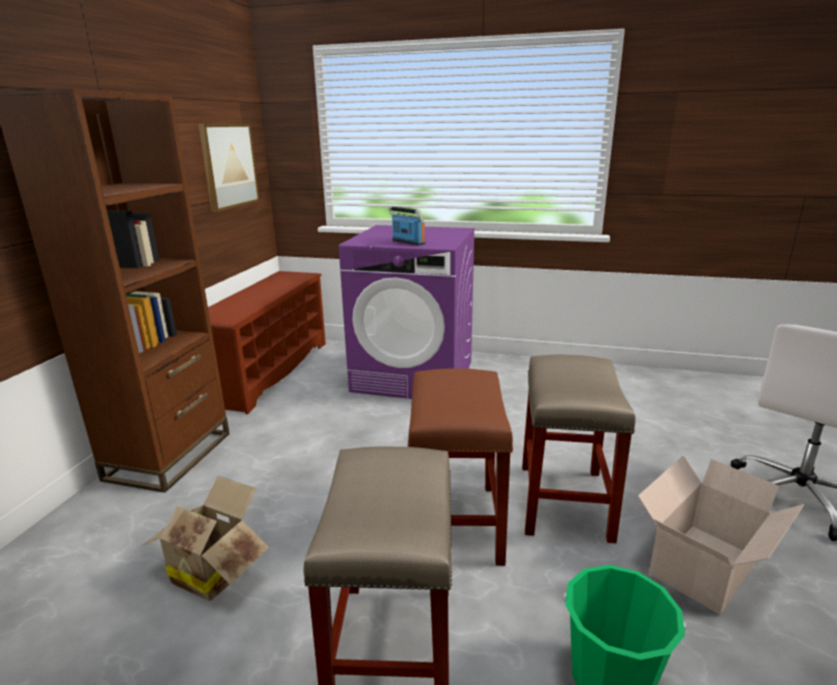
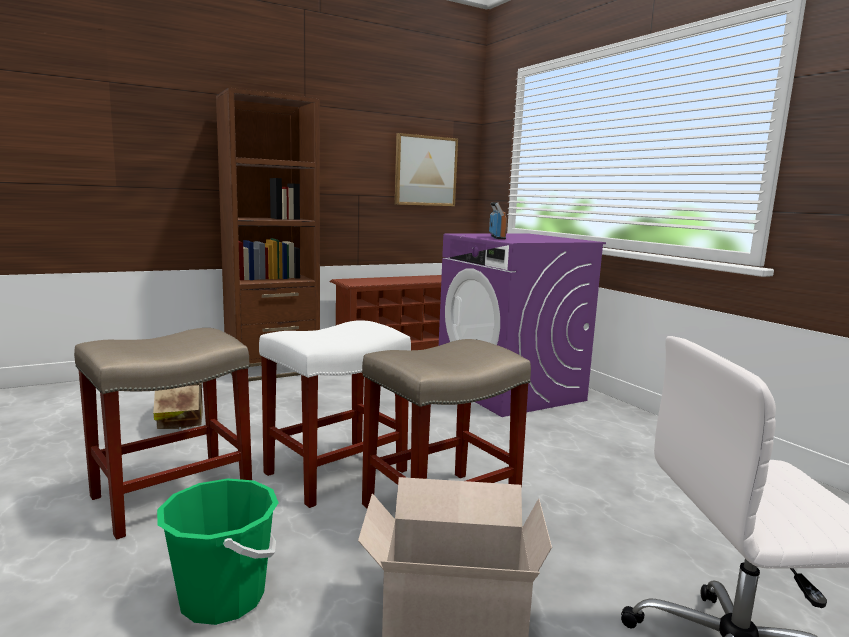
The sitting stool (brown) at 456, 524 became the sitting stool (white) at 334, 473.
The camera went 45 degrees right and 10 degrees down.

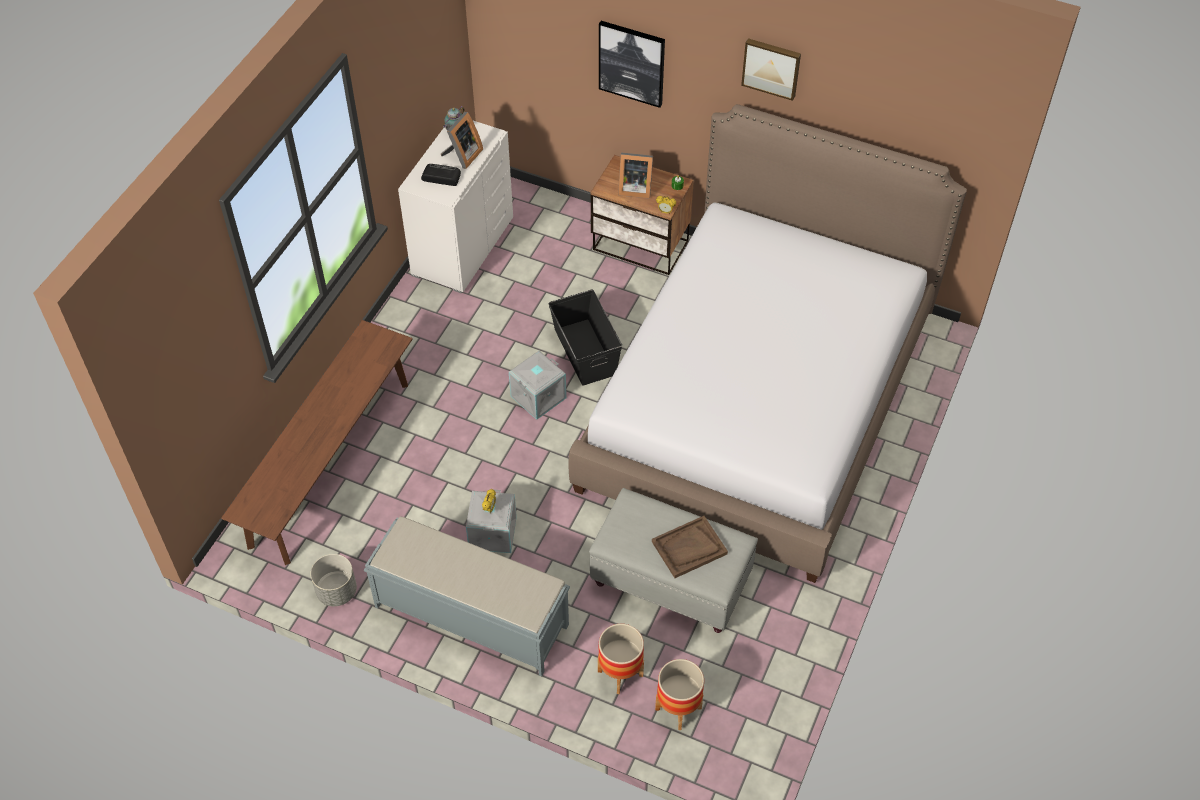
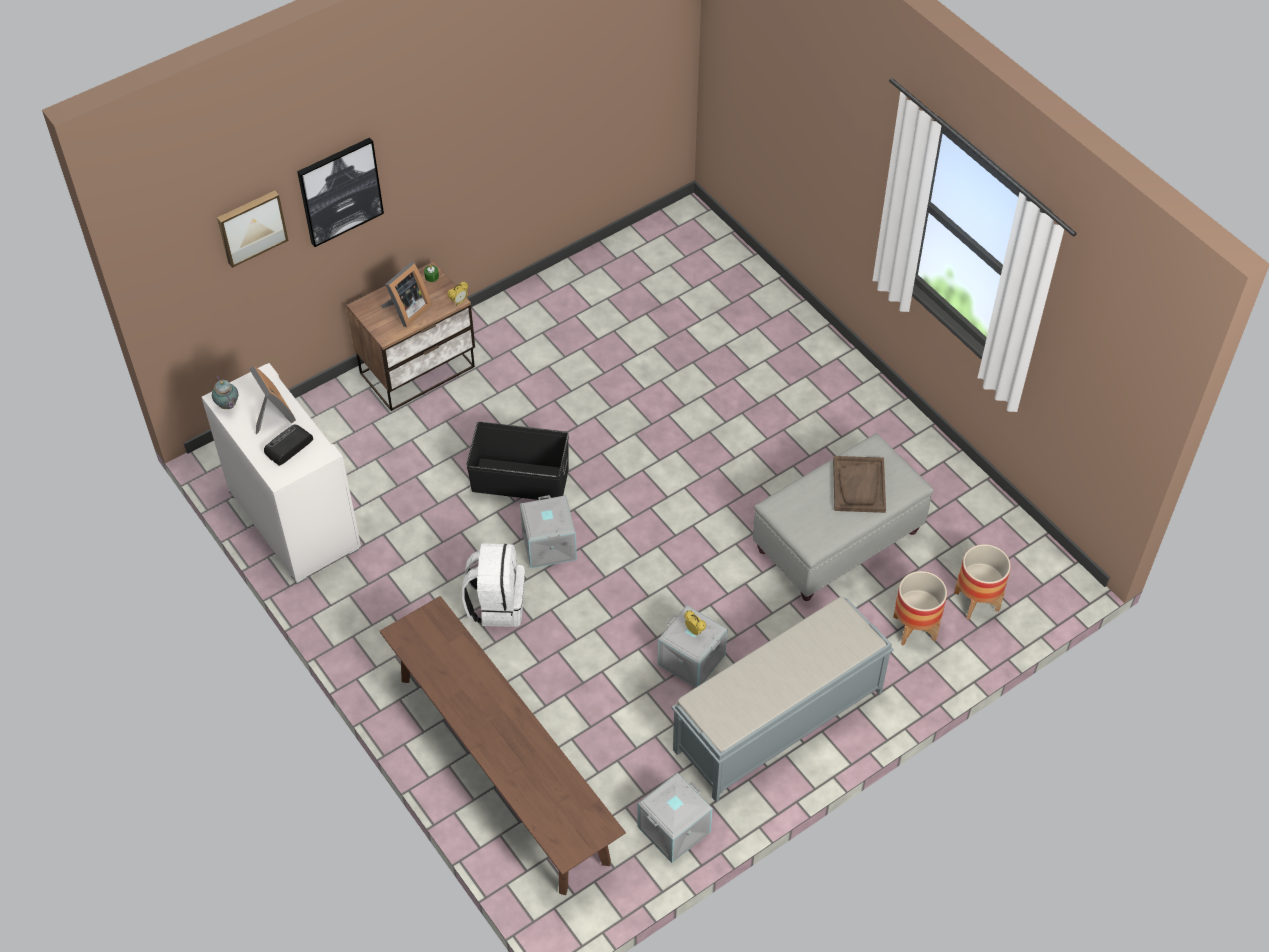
The planter (greyish) at 336, 591 was replaced by the storage bin (greyish) at 674, 830.
The bed at 757, 402 disappeared.
The wall art moved from 771, 67 to 251, 226.
The knapsack (white) at 496, 604 appeared.
The camera went 60 degrees left and 0 degrees up.

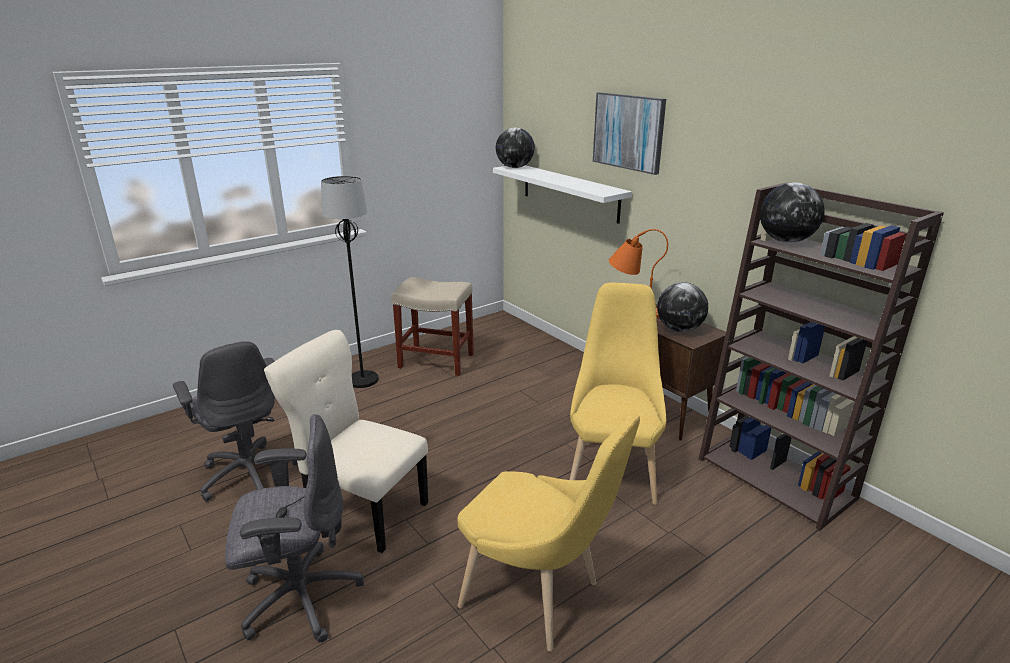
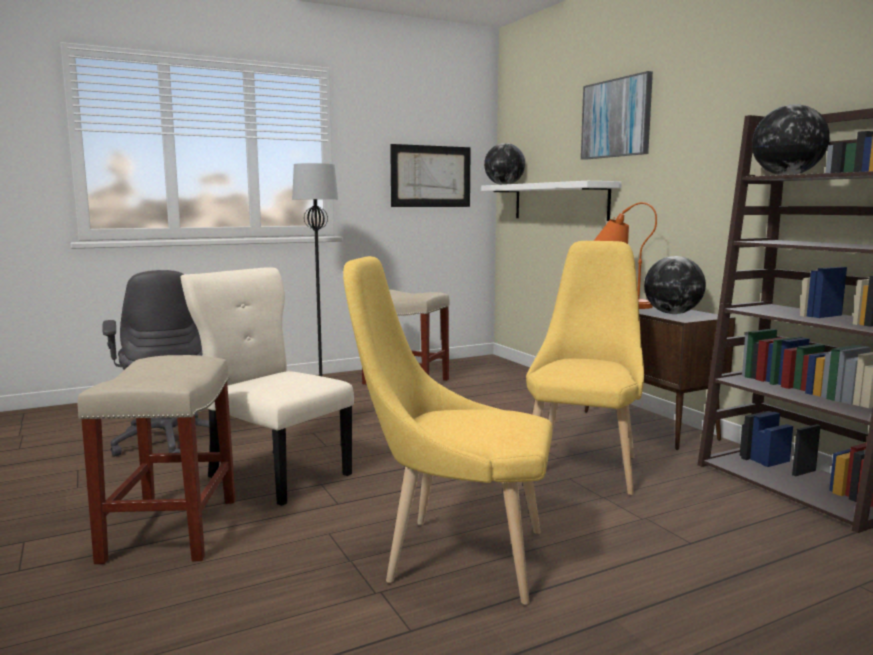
The desk chair (greyish) at 299, 597 was replaced by the sitting stool (sand-coloured) at 171, 530.
The chair (yellowish) at 538, 598 turned 150 degrees clockwise.
The wall art at 431, 176 appeared.
The camera went 10 degrees right and 15 degrees down.

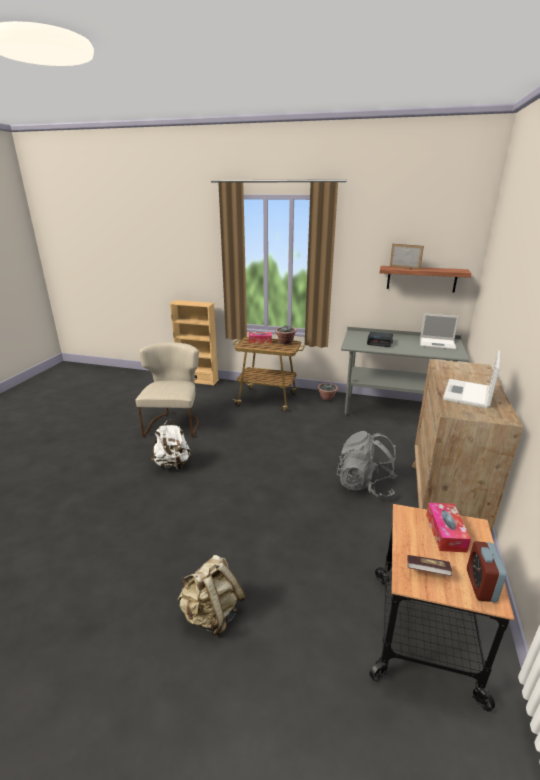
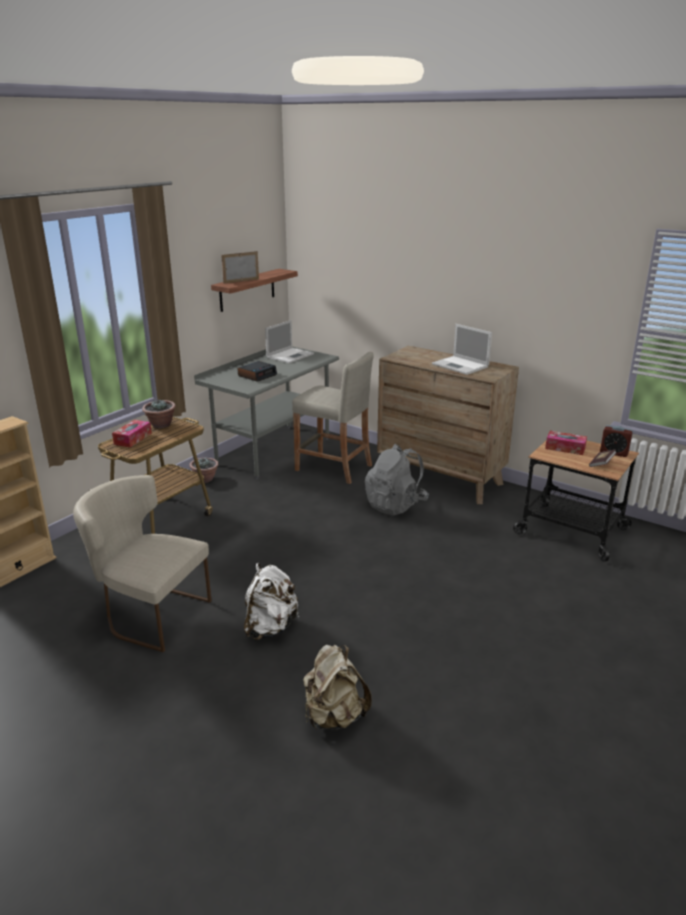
The knapsack (sand-coloured) moved from 212, 614 to 334, 716.
The sitting stool (sand-coloured) at 333, 468 appeared.
The camera went 70 degrees left and 0 degrees up.

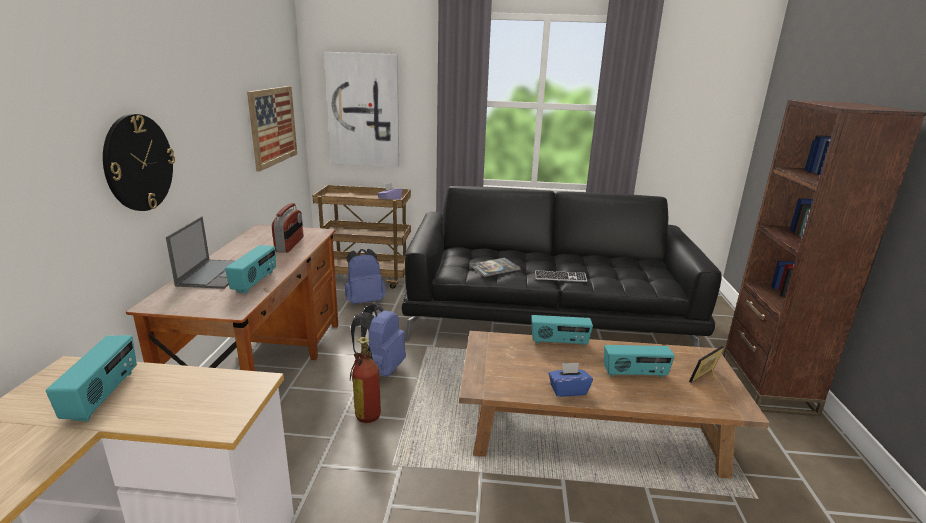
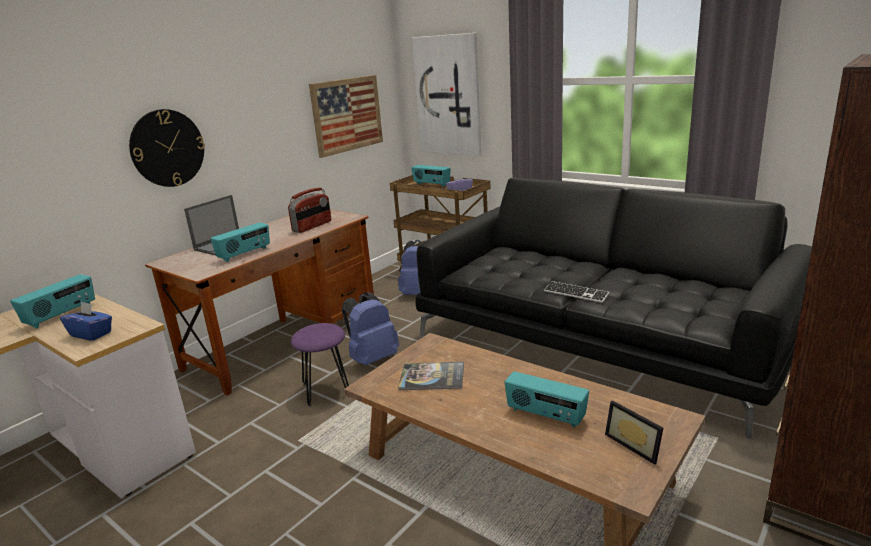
The fire-fighting cylinder at 367, 410 was replaced by the sitting stool (purplish) at 326, 390.
The bound book moved from 494, 268 to 432, 377.
The radio set moved from 559, 343 to 431, 184.
The tissue holder (bluish) moved from 568, 390 to 91, 334.
The picture frame at 708, 378 turned 120 degrees counterclockwise.
The camera went 35 degrees right and 0 degrees up.

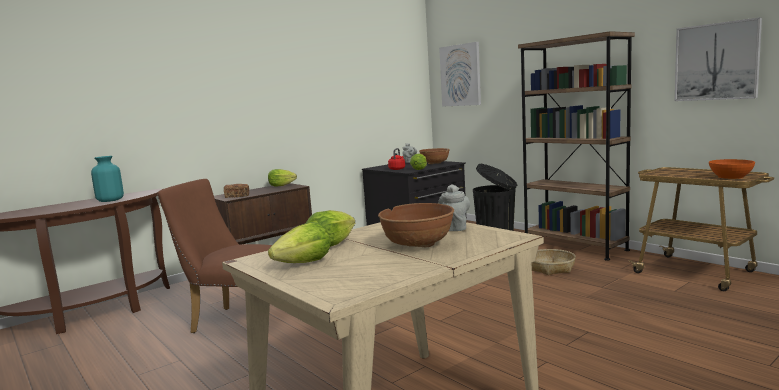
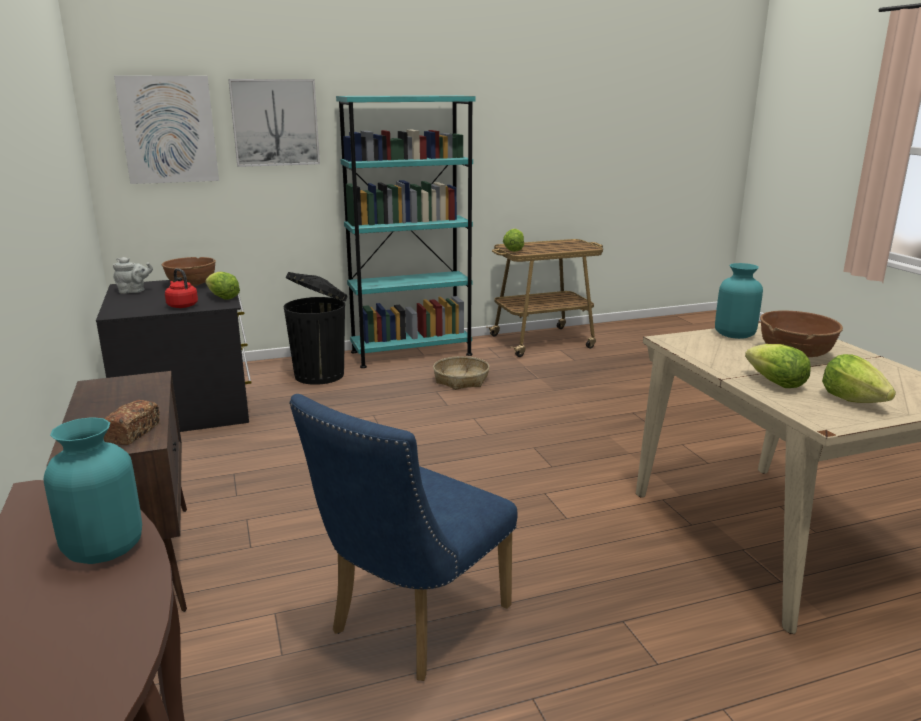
The chair (brown) at 235, 321 became the chair (bluish) at 411, 624.
The head of lettuce moved from 281, 186 to 513, 250.
The tea pot (greyish) at 455, 227 was replaced by the vase (turquoise) at 734, 335.
The bookcase (brown) at 574, 246 became the bookcase (turquoise) at 411, 353.
The wall art moved from 716, 61 to 275, 122.
The bowl (orangey) at 730, 177 disappeared.
The camera went 70 degrees left and 10 degrees up.

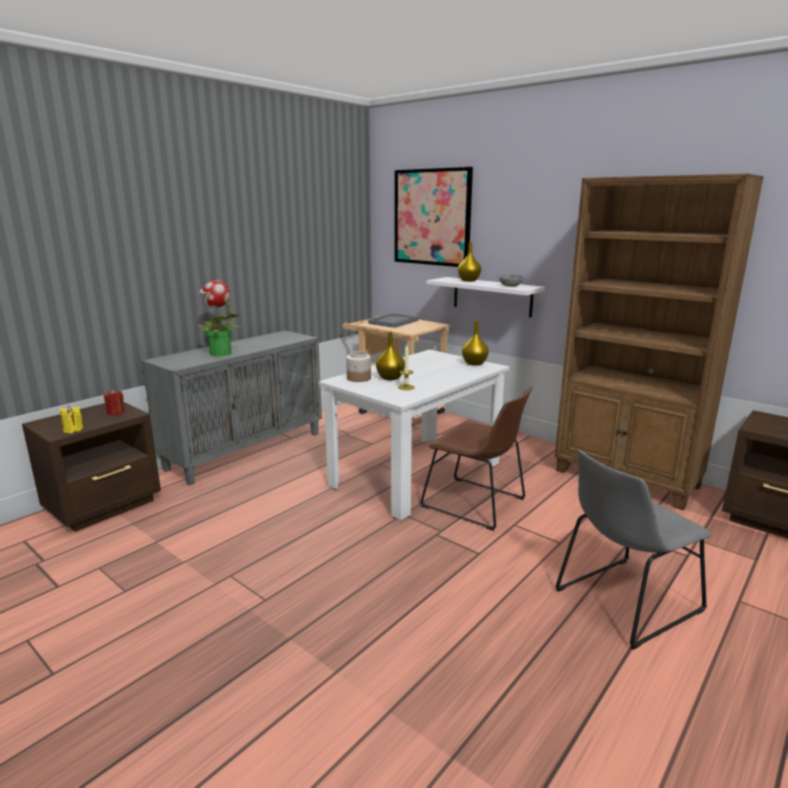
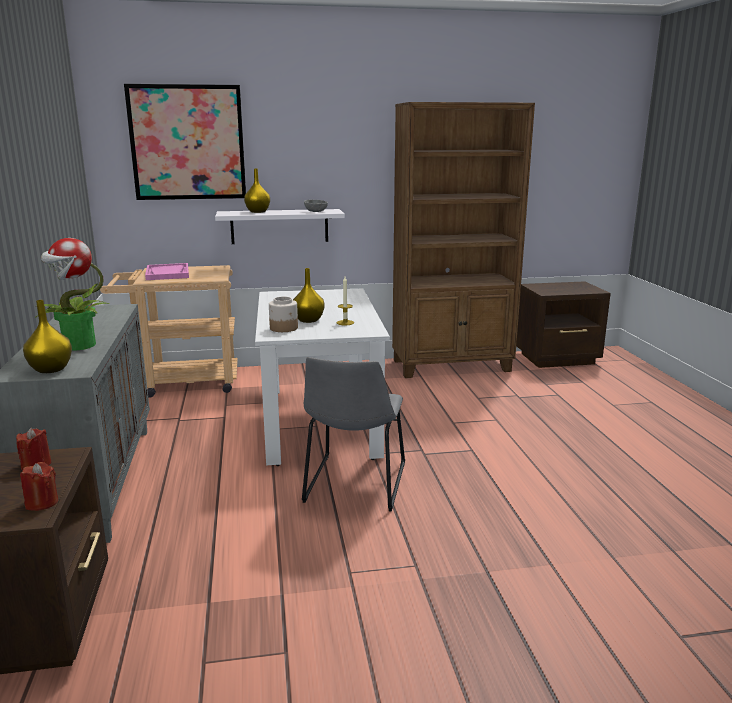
The wax light (yellowish) at 73, 430 became the wax light (red-coloured) at 42, 503.
The tray (greyish) at 393, 322 became the tray (pink) at 168, 273.
The chair (brown) at 477, 504 disappeared.
The vase (yellowish) moved from 475, 363 to 52, 369.
The chair (greyish) moved from 623, 602 to 354, 485.
The camera went 50 degrees left and 0 degrees up.

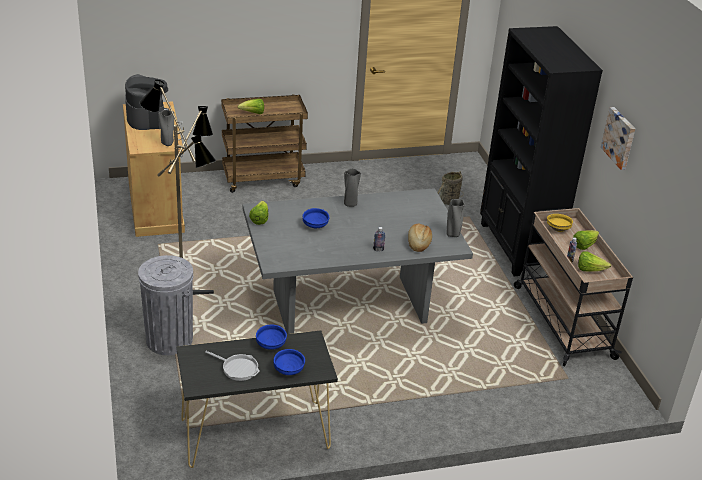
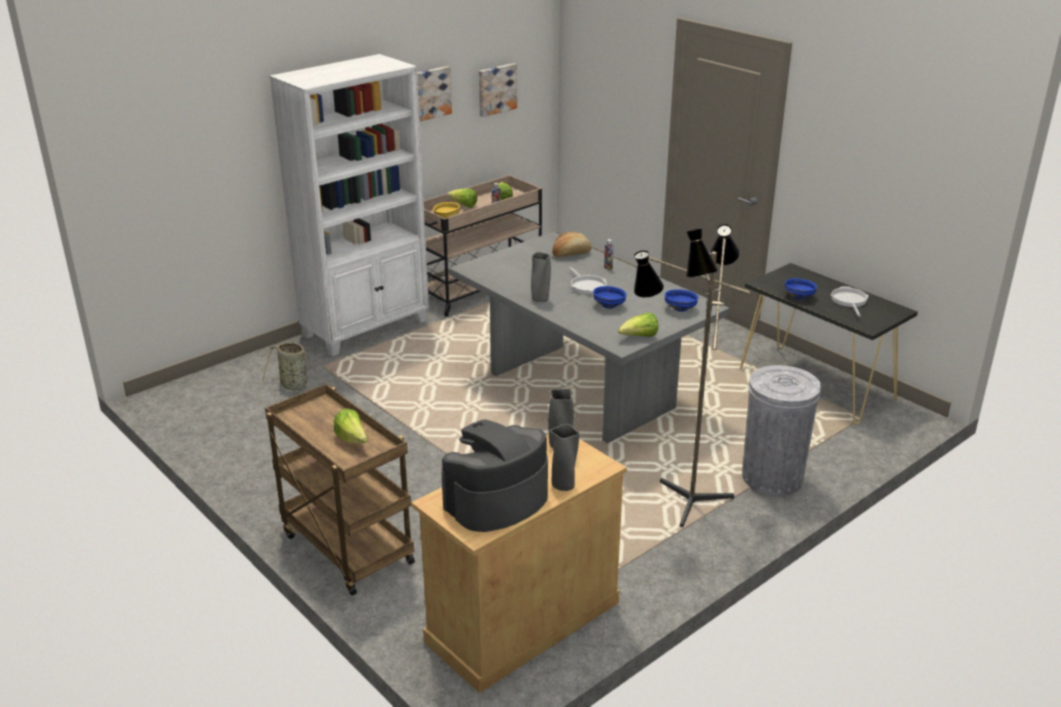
The bowl (bluish) moved from 289, 370 to 680, 308.
The vase (greyish) moved from 452, 235 to 564, 486.
The bookcase (black-coloured) at 517, 247 became the bookcase (white) at 367, 328.
The wall art at 496, 89 appeared.
The skillet at 587, 286 appeared.
The camera went 115 degrees left and 5 degrees down.

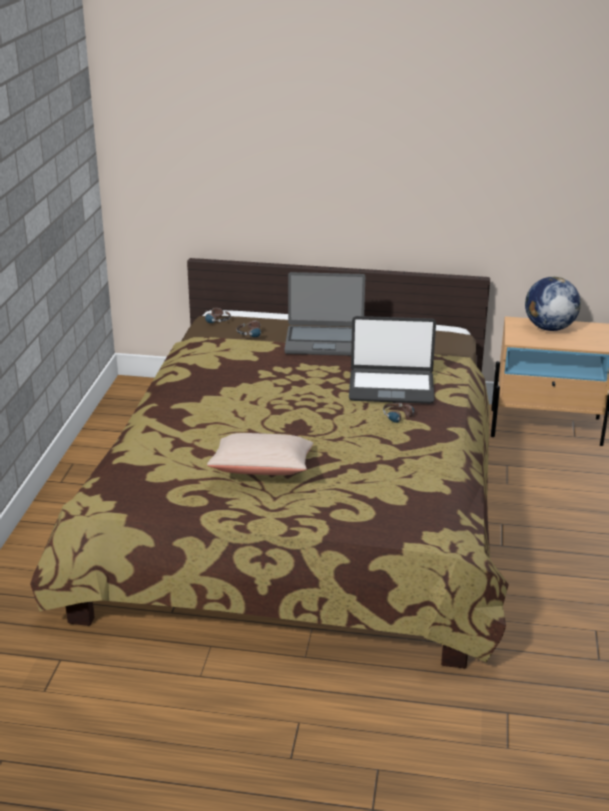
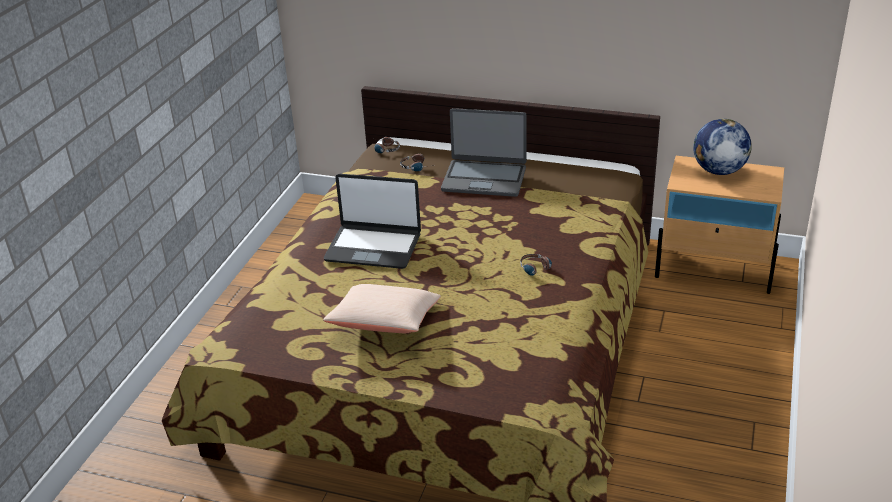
The portable computer moved from 391, 387 to 373, 247.
The camera went 10 degrees right and 5 degrees up.

